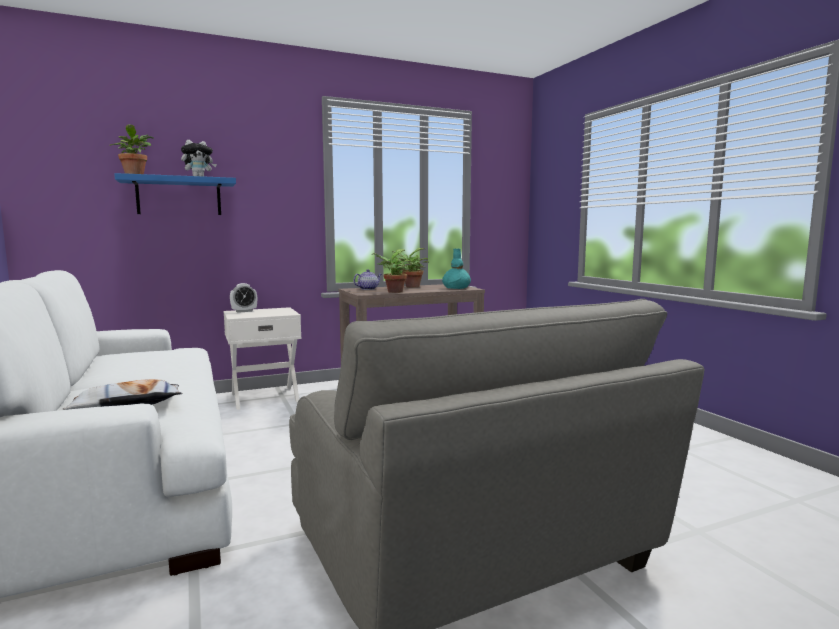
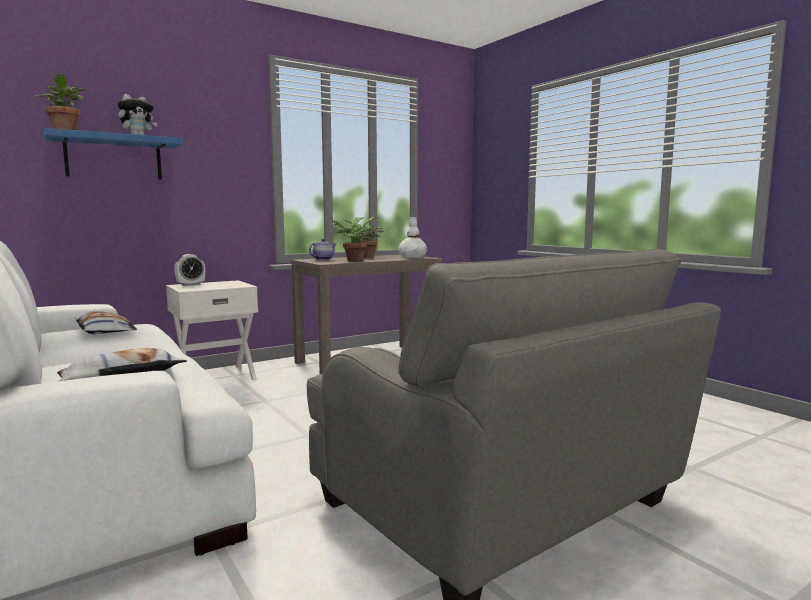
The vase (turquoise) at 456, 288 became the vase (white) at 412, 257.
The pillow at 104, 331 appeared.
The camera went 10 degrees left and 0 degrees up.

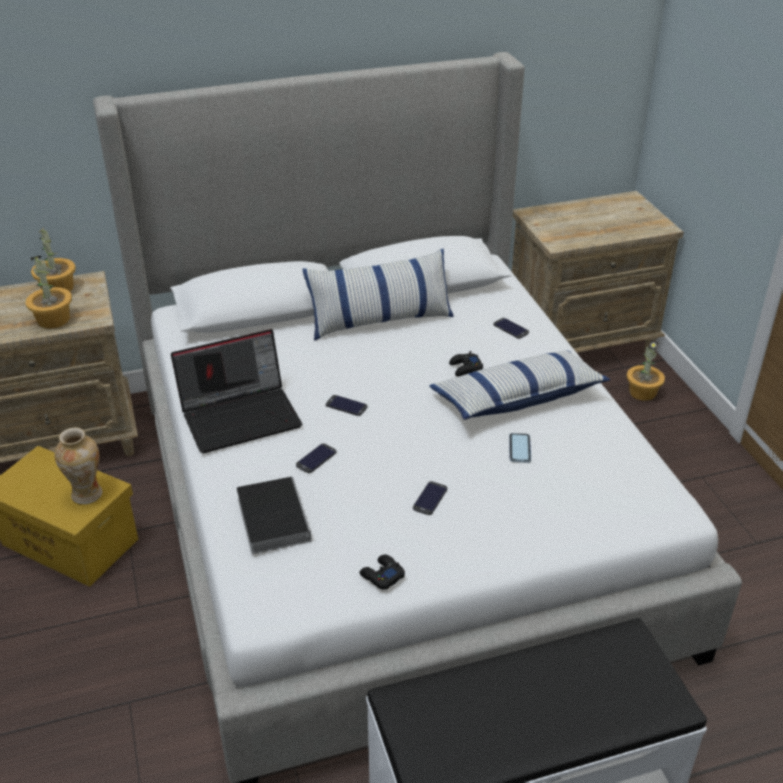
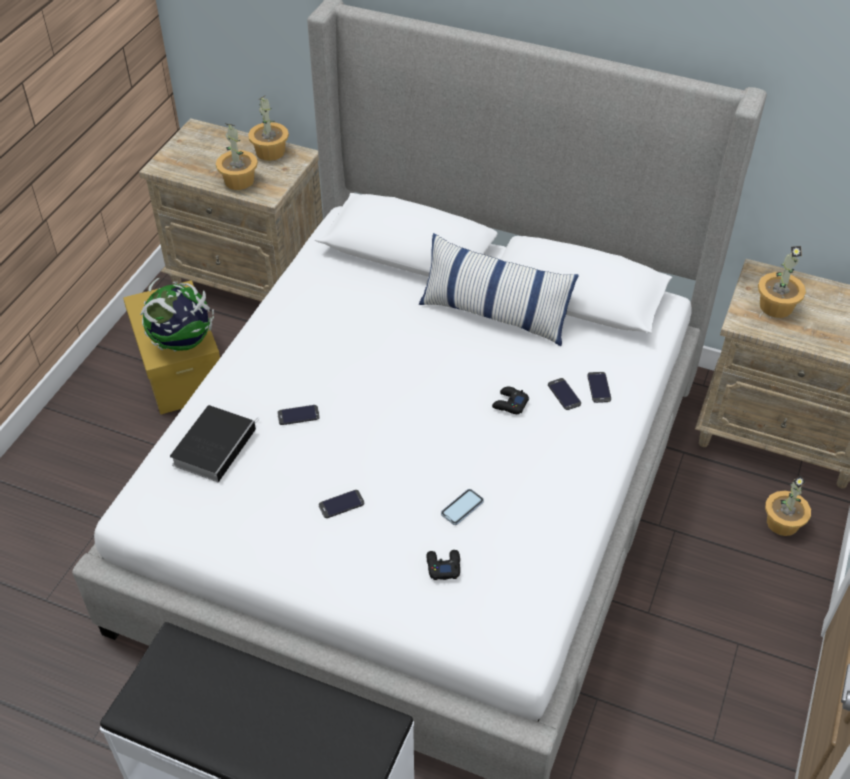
The vase at 87, 495 was replaced by the globe at 182, 342.
The portable computer at 241, 415 disappeared.
The phone moved from 346, 406 to 564, 394.
The gamepad (black-coloured) moved from 381, 575 to 443, 566.
The pillow at 517, 398 disappeared.
The plant in a pot at 776, 306 appeared.
The camera went 40 degrees right and 10 degrees up.

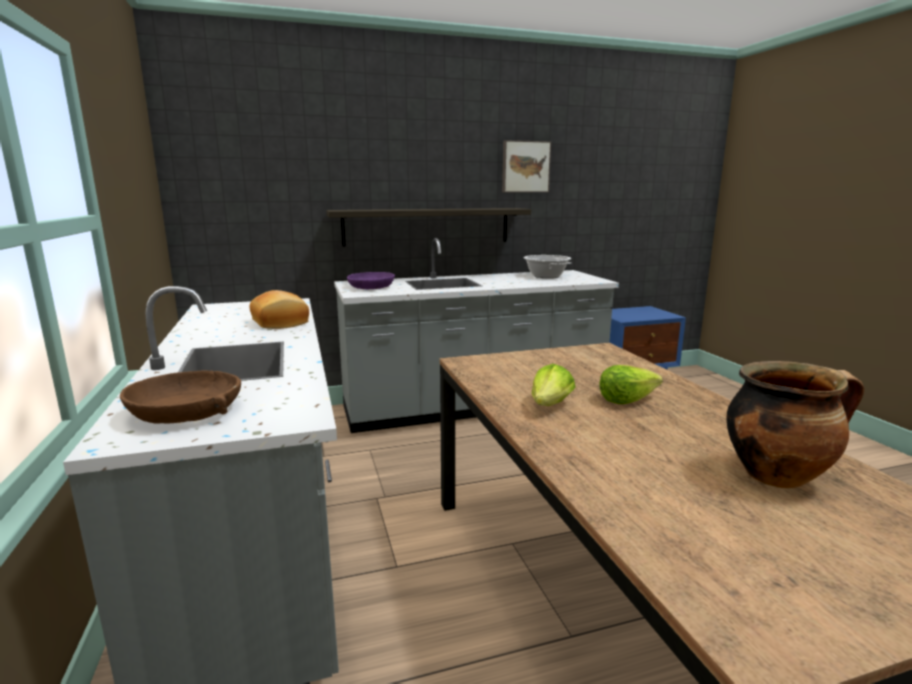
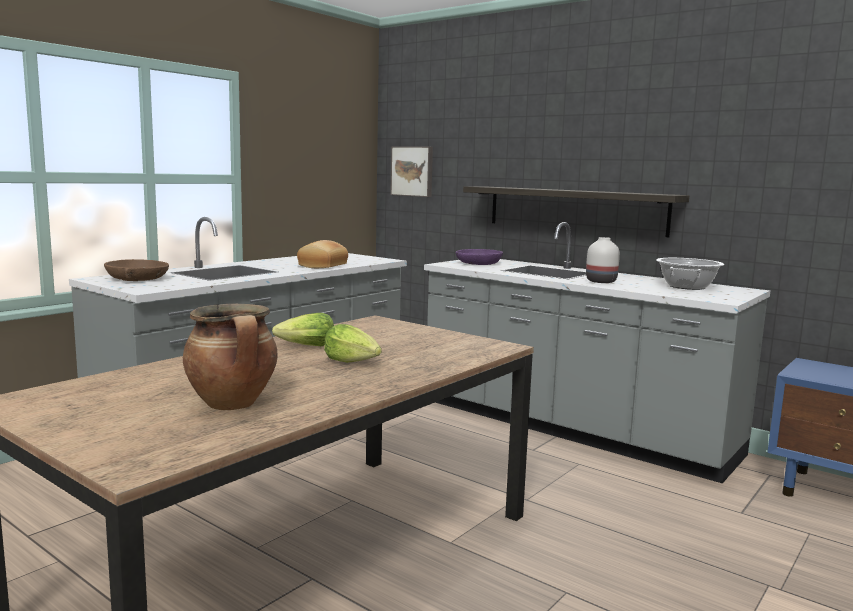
The wall art moved from 525, 167 to 413, 171.
The vase (white) at 601, 281 appeared.
The camera went 55 degrees right and 5 degrees down.

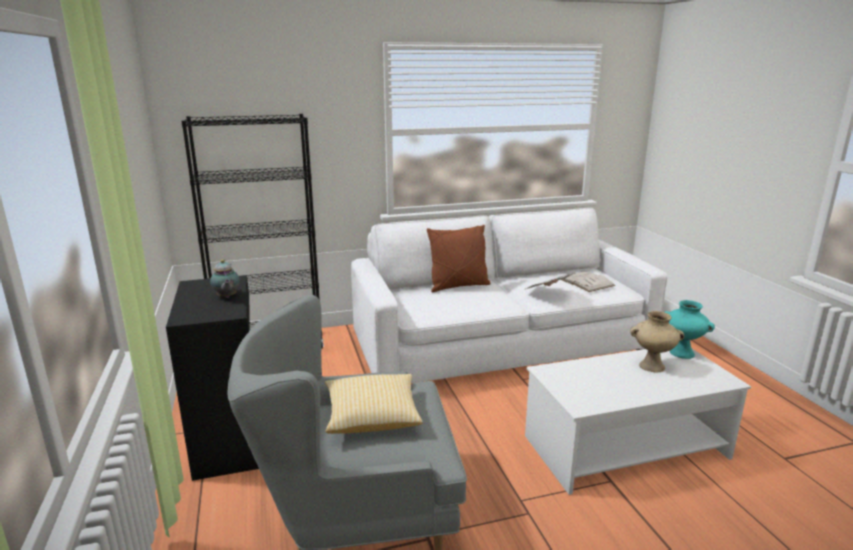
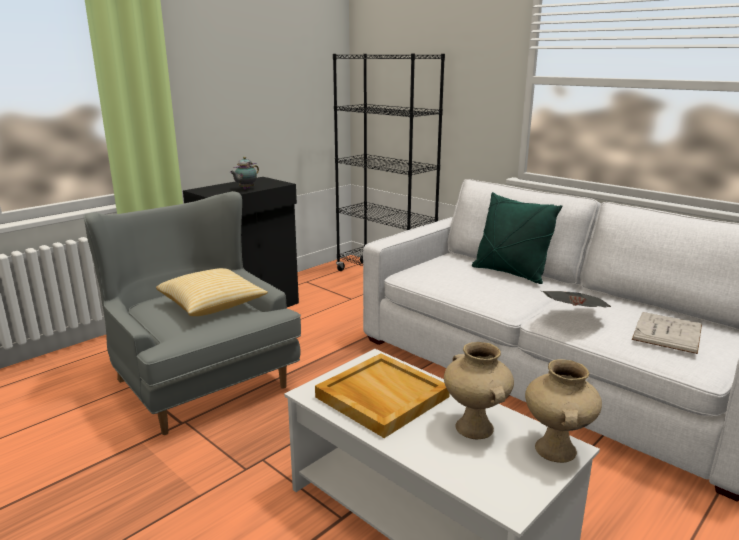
The pillow (brown) at 458, 286 became the pillow (green-coloured) at 510, 273.
The vase (turquoise) at 682, 353 became the vase (sand-coloured) at 556, 450.
The tray (sand-coloured) at 380, 397 appeared.
The camera went 60 degrees right and 0 degrees up.

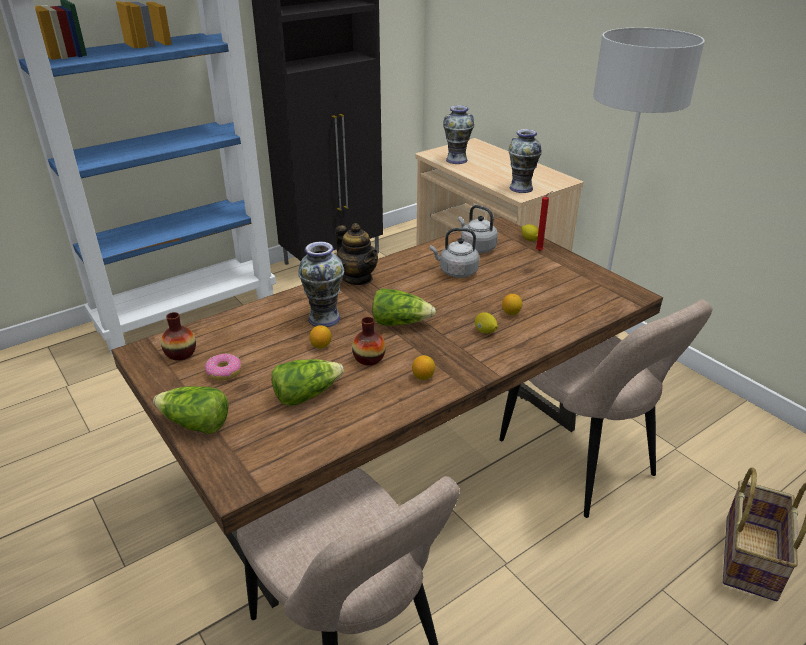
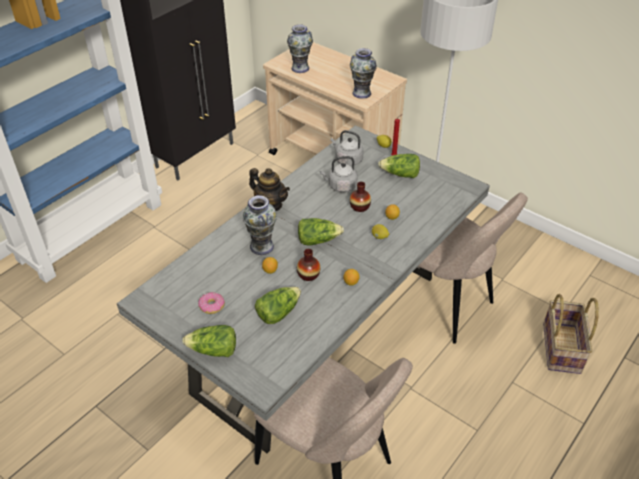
The kitchen table (brown) at 403, 466 became the kitchen table (greyish) at 319, 332.
The vase moved from 181, 353 to 359, 207.
The head of lettuce at 400, 174 appeared.
The camera went 15 degrees left and 10 degrees up.

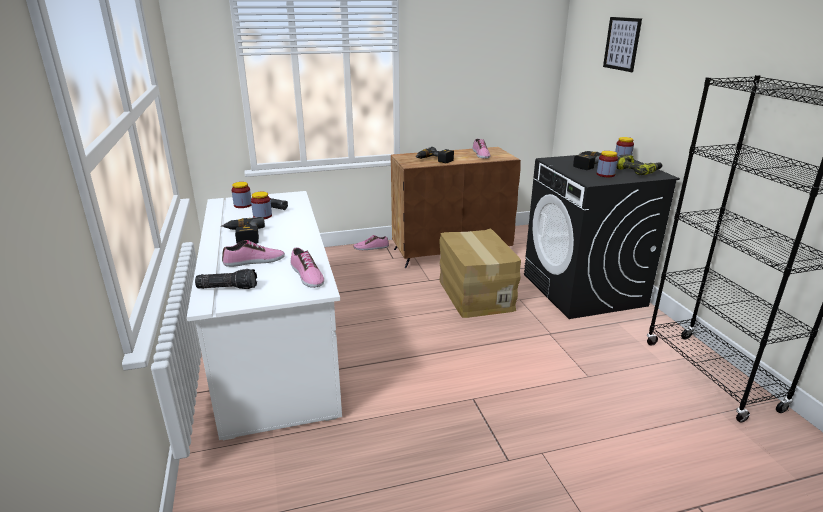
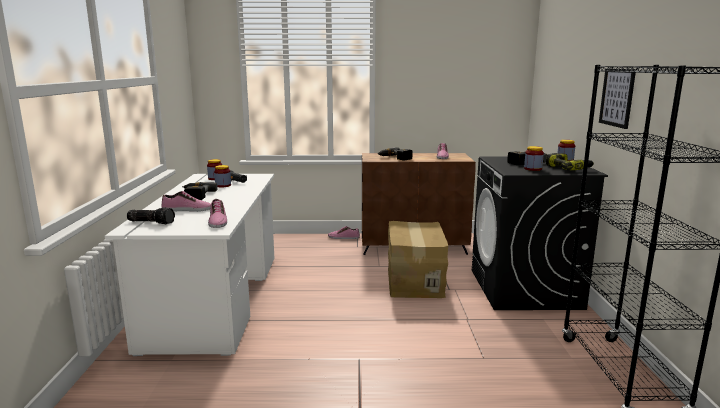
The wall art moved from 622, 44 to 617, 97.
The camera went 15 degrees right and 10 degrees down.

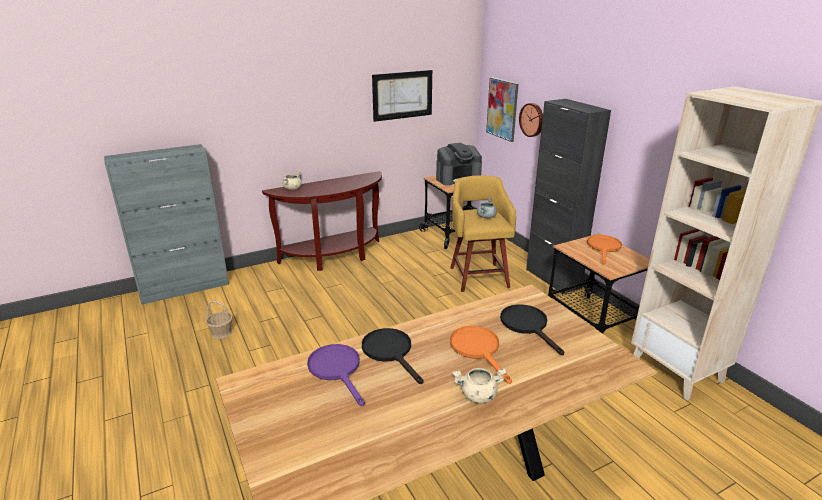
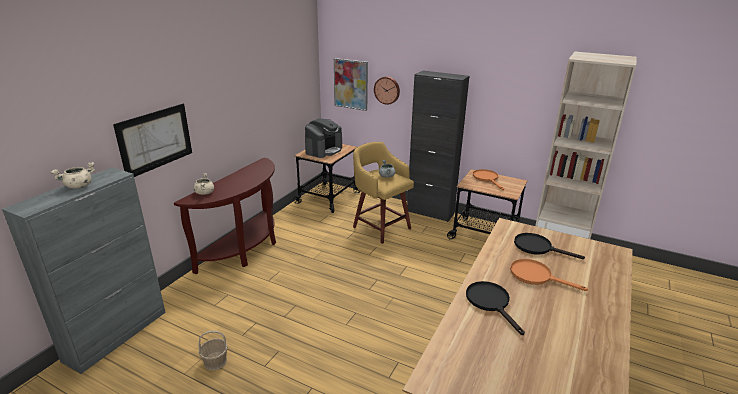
The skillet (purplish) at 337, 370 disappeared.
The skillet (black-coloured) at 390, 352 turned 45 degrees clockwise.
The wall art moved from 402, 95 to 155, 139.
The stockpot (sand-coloured) moved from 478, 396 to 78, 186.
The camera went 35 degrees left and 0 degrees up.

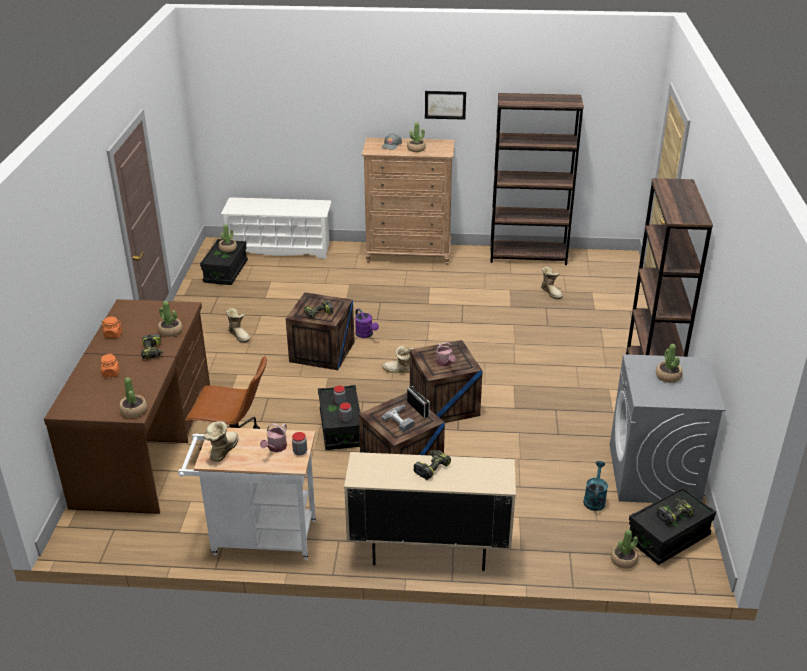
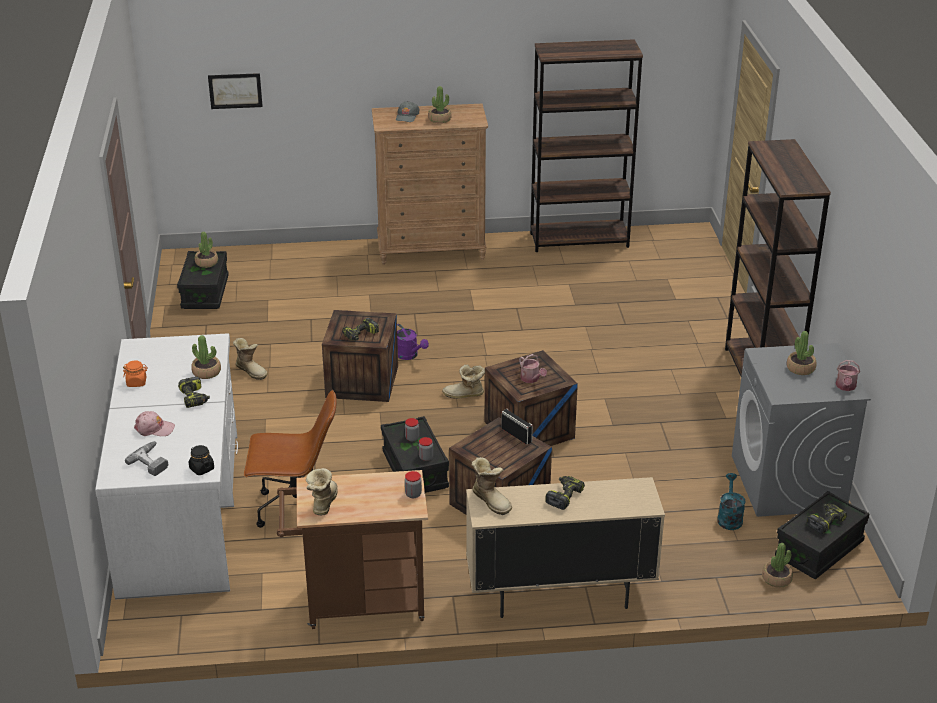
The desk (brown) at 147, 443 became the desk (white) at 183, 512.
The preserve jar (orangey) at 111, 373 was replaced by the peaked cap (pink) at 154, 428.
The plant in a pot at 134, 410 was replaced by the preserve jar (black-coloured) at 201, 469.
The trolley (white) at 257, 538 became the trolley (brown) at 357, 604.
The shoe rack (white) at 280, 249 disappeared.
The watering pot moved from 275, 448 to 845, 387.
The power drill moved from 402, 420 to 152, 461.
The wall art moved from 445, 105 to 235, 91.
The boot moved from 551, 292 to 492, 500.
The camera went 10 degrees left and 0 degrees up.

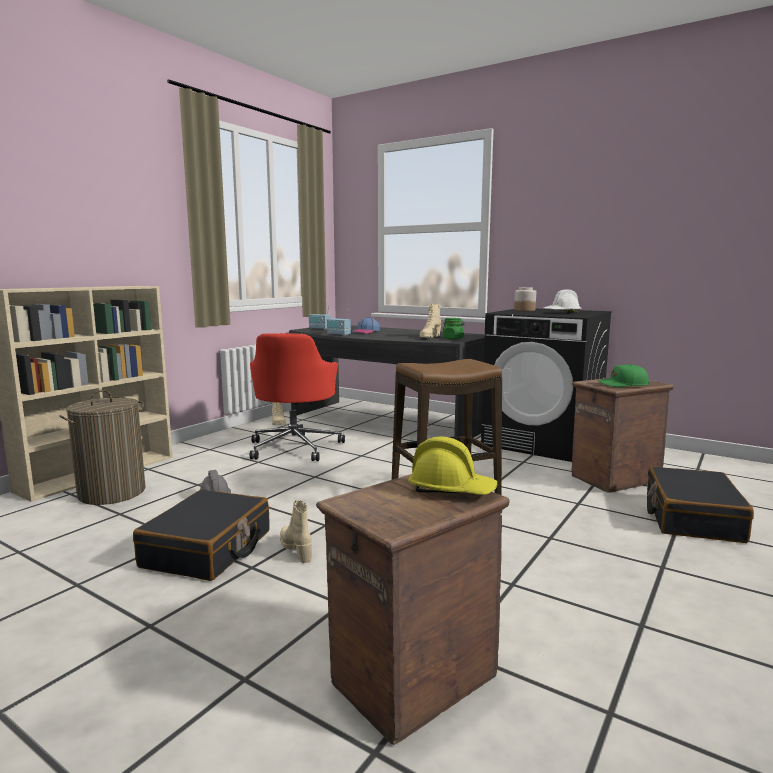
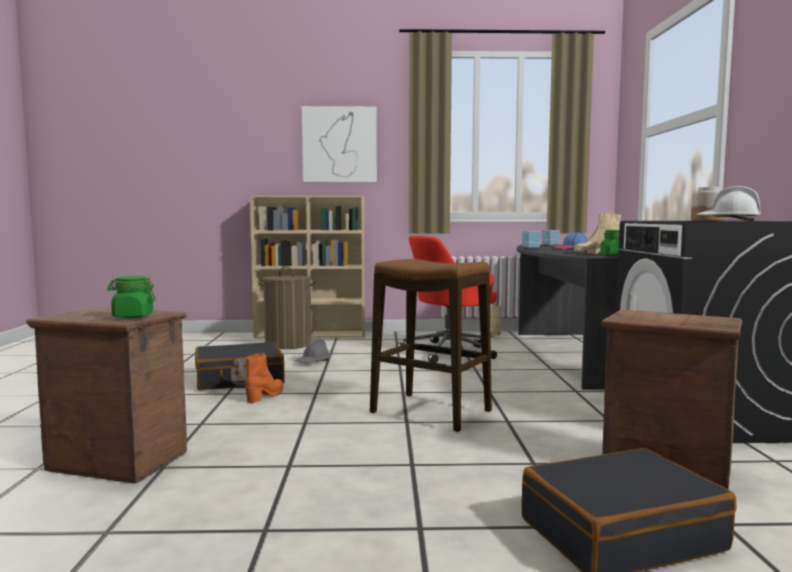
The boot (sand-coloured) at 296, 549 became the boot (orangey) at 266, 396.
The hard hat (yellowish) at 451, 490 was replaced by the preserve jar (green-coloured) at 132, 316.
The peaked cap (green-coloured) at 623, 384 disappeared.
The wall art at 339, 145 appeared.
The camera went 55 degrees right and 5 degrees down.

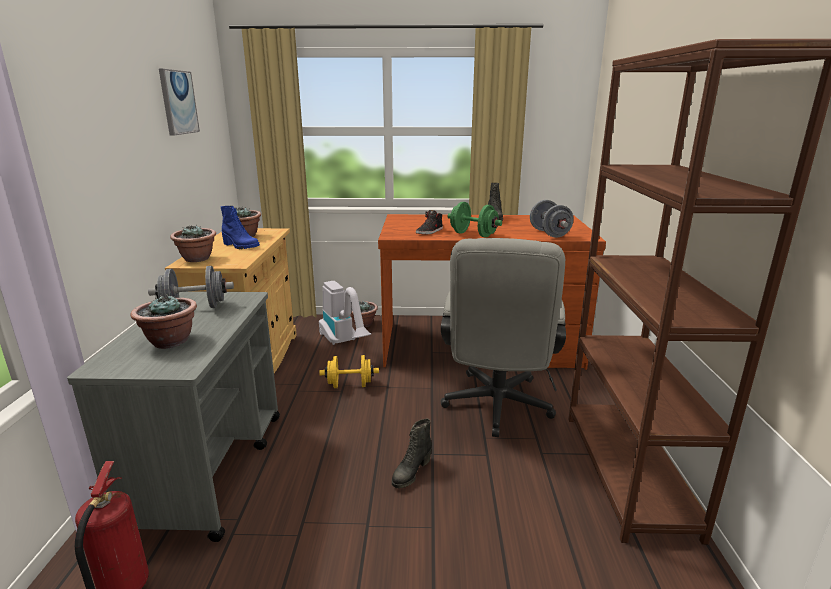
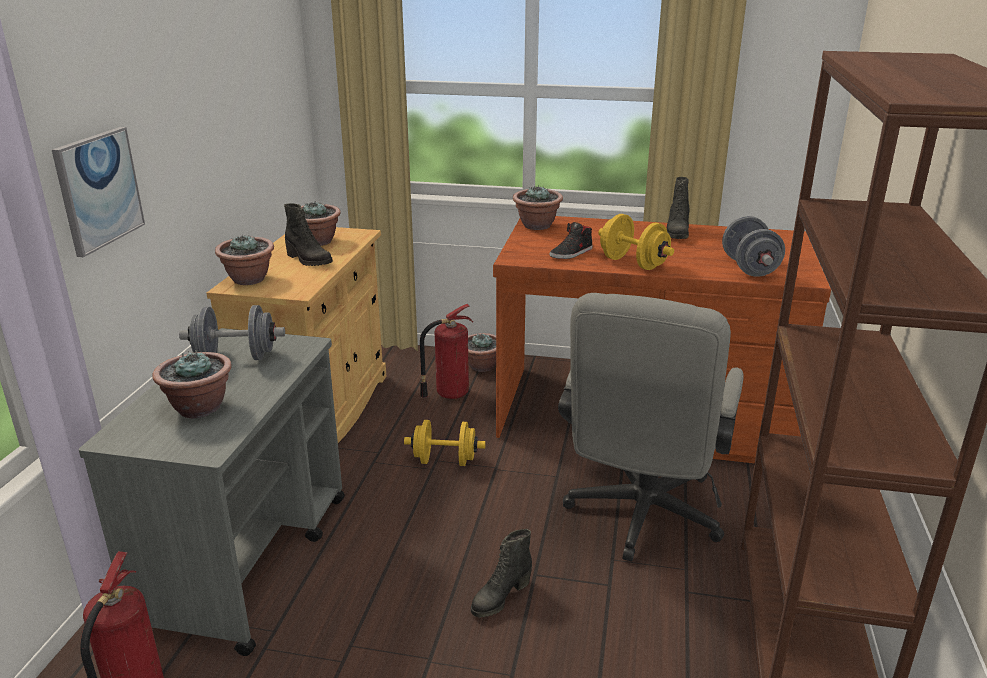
The wall art moved from 178, 102 to 98, 190.
The boot (bluish) at 240, 246 became the boot (black-coloured) at 308, 260.
The vacuum cleaner at 344, 342 was replaced by the fire-fighting cylinder at 449, 394.
The free weight (green-coloured) at 473, 235 became the free weight (yellowish) at 633, 263.
The plant in a pot at 537, 226 appeared.
The camera went 10 degrees right and 5 degrees up.

